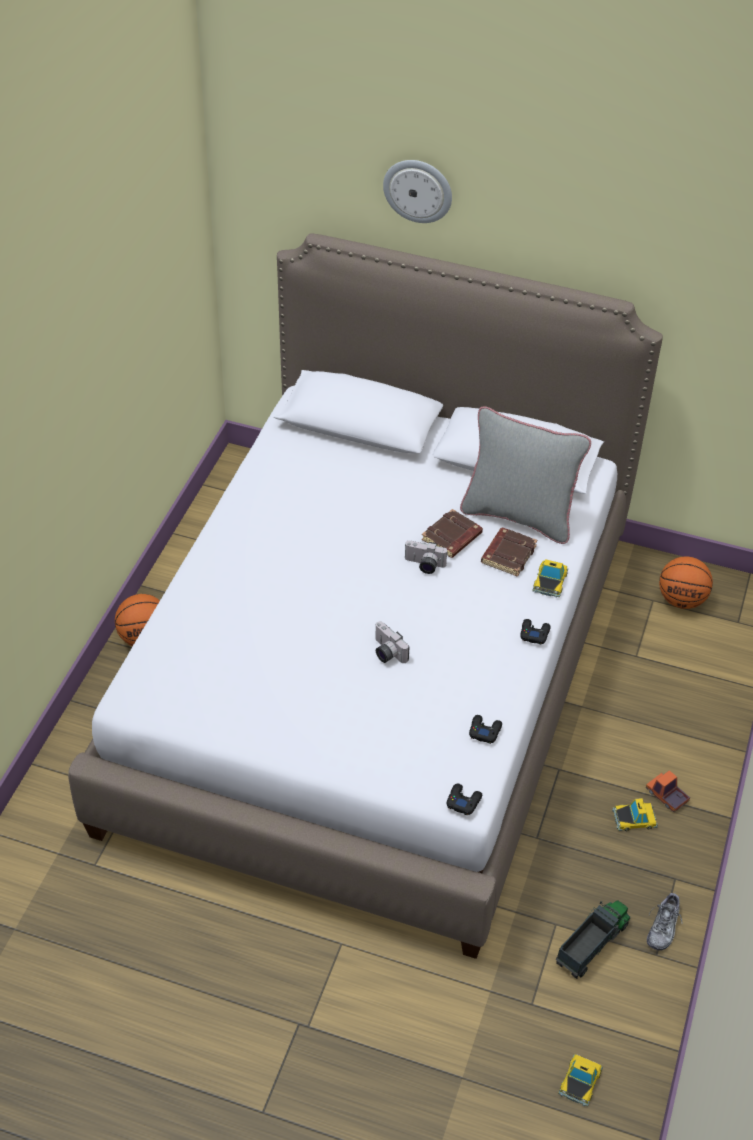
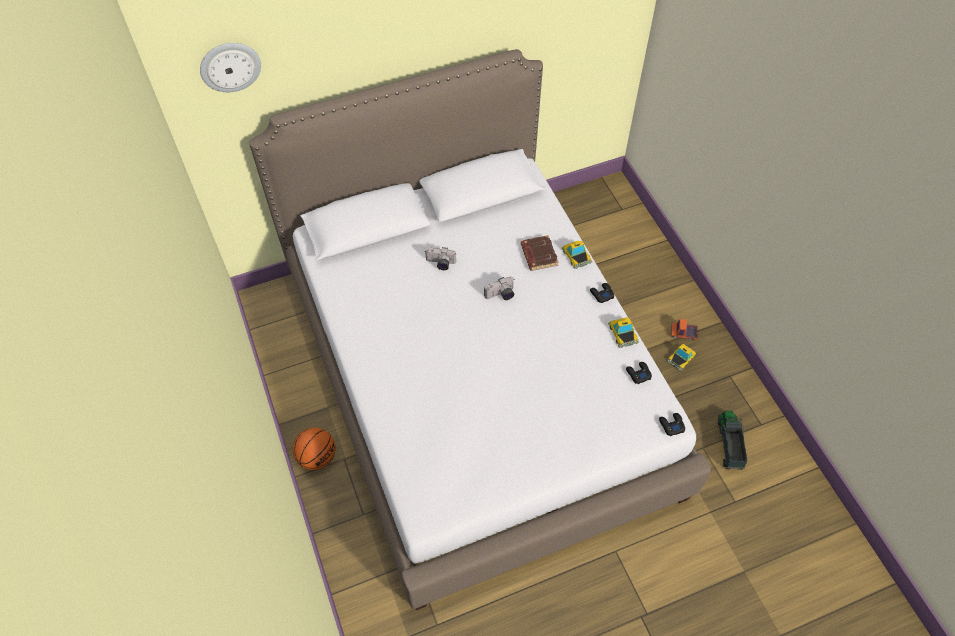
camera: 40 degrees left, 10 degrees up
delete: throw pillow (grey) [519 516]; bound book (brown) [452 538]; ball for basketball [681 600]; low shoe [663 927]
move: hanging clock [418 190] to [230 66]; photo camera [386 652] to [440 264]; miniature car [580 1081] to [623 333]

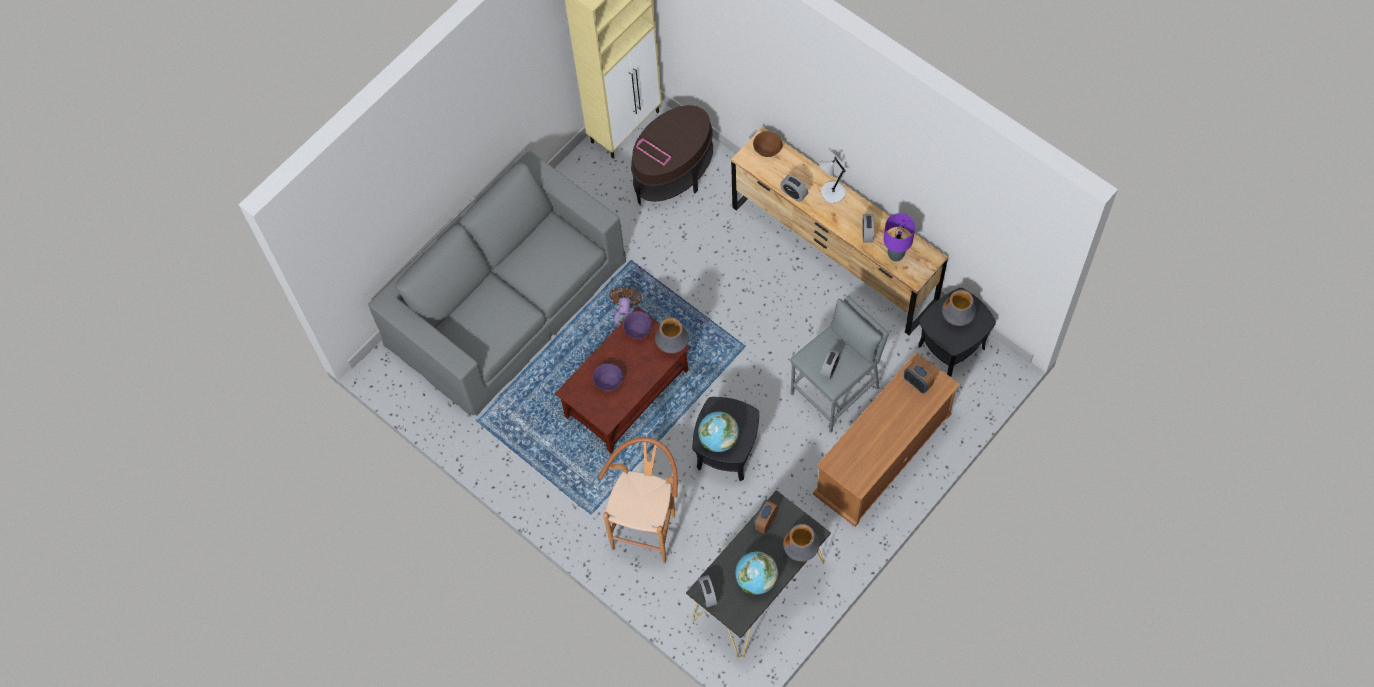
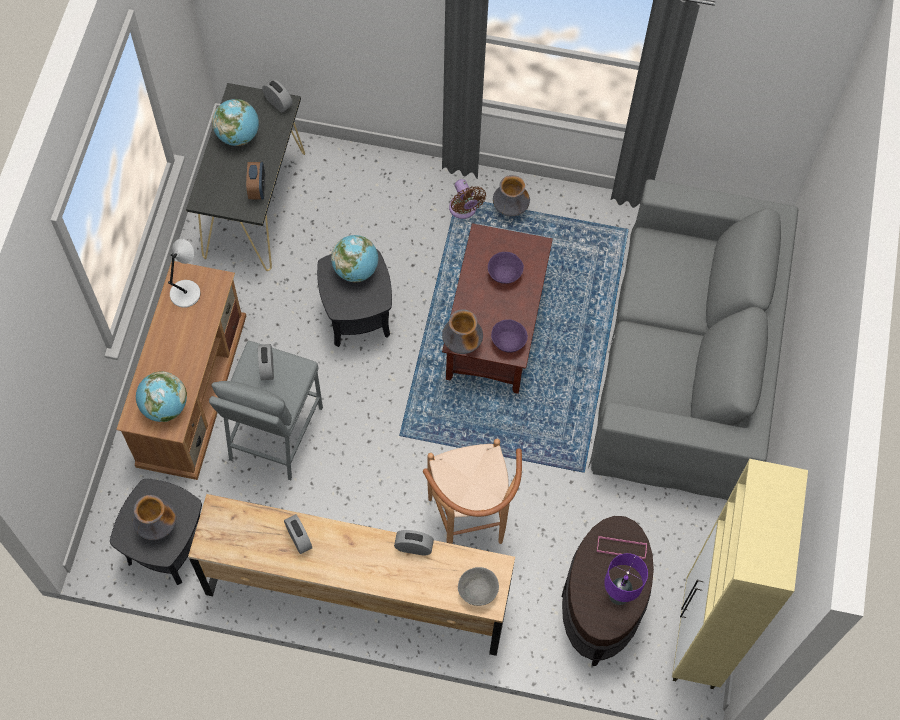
camera: 145 degrees right, 0 degrees up
move: tabletop lamp (grey) [831 193] to [186 292]; tabletop lamp (purple-coloured) [895 255] to [618 595]; electric fan (brown) [626 315] to [464 210]; stool seat (brown) [647 526] to [469 527]; vase [801 549] to [510 209]
replace: alarm clock [917 383] to desk globe [164 407]
recolor: deep dish (brown) [767 150] to deep dish (grey) [478 590]

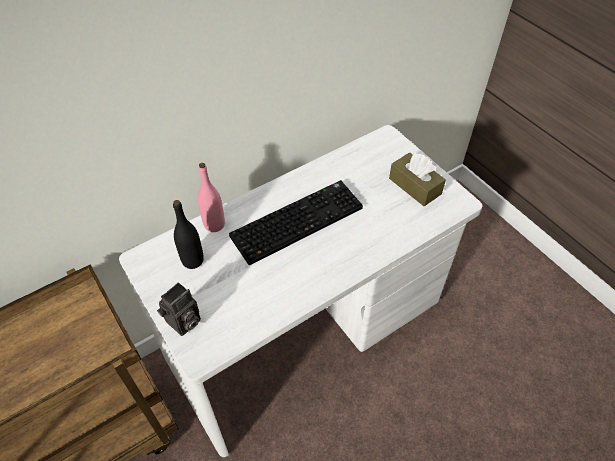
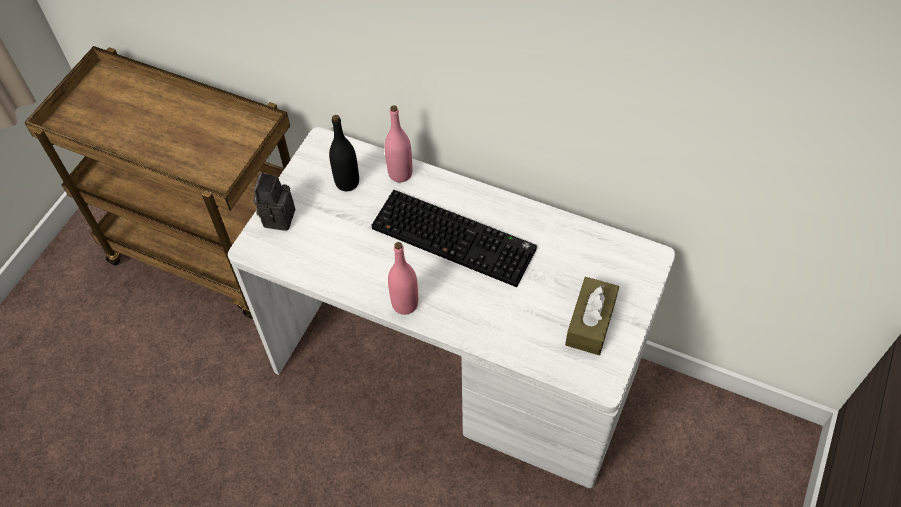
camera: 60 degrees right, 5 degrees up
insert: drink bottle (pink-coloured) [405 304]
rotate: photo camera [183 323] = [277 216] 90 degrees clockwise

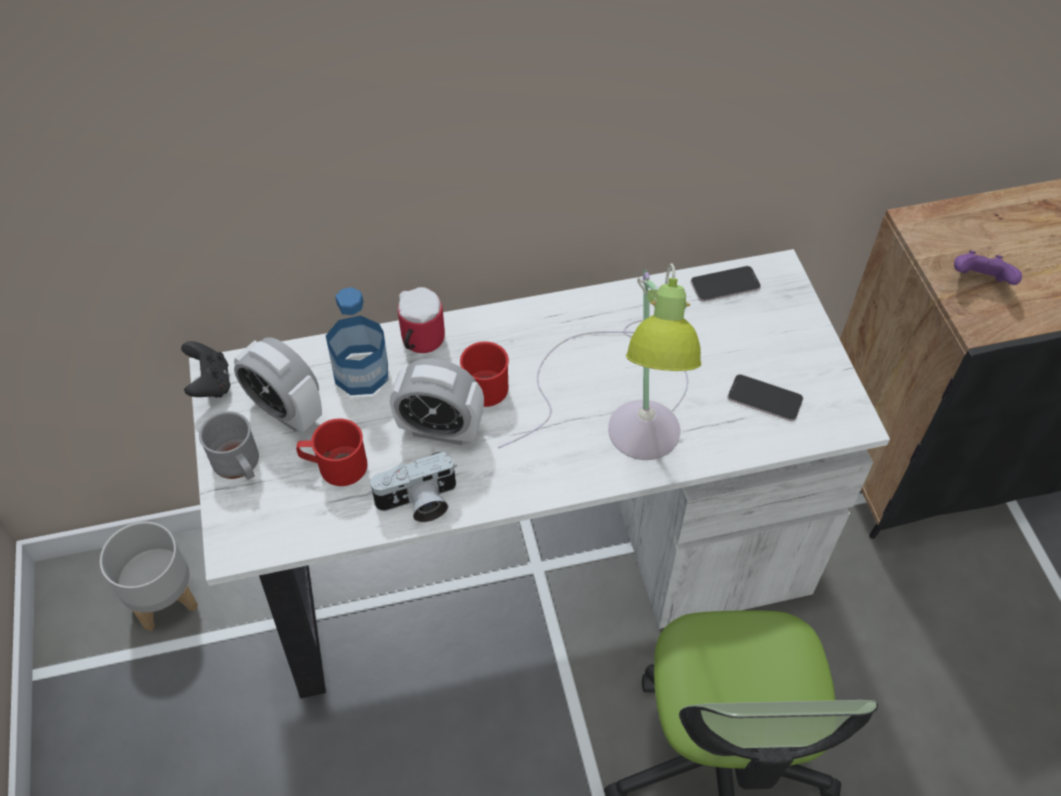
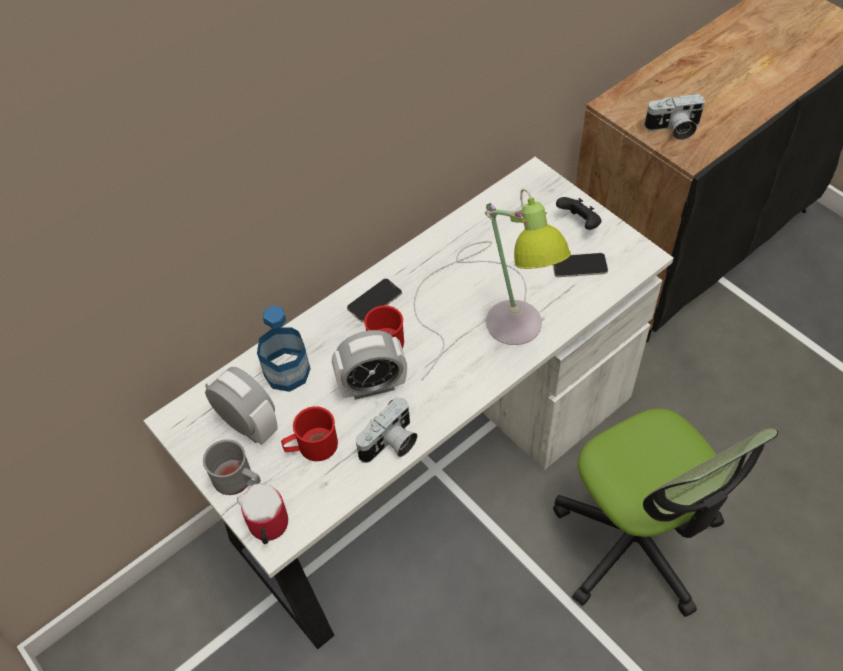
camera: 25 degrees left, 0 degrees up
delete: plant pot (grey) [164 597]
move: handset [725 284] to [374 300]; tea mug [418 341] to [266 529]; game controller (blackish) [210 384] to [579 223]
replace: game controller (purple-coloured) [979 282] to photo camera [673 129]
rotate: alarm clock [286 411] = [248 424] 150 degrees counterclockwise

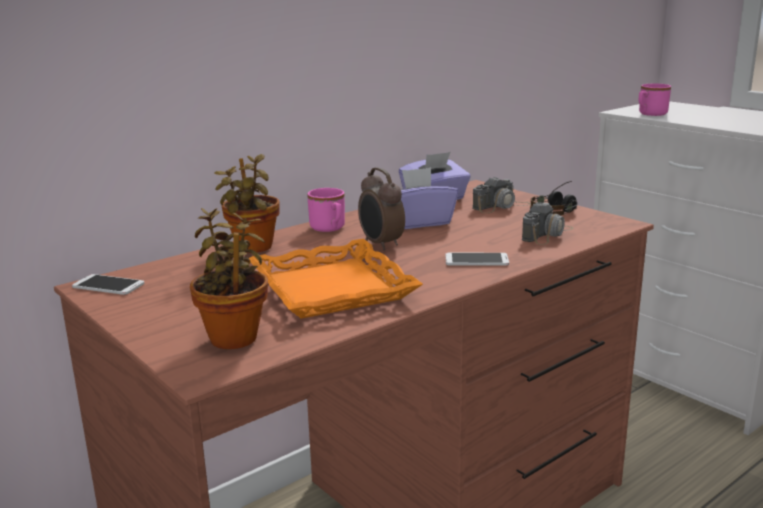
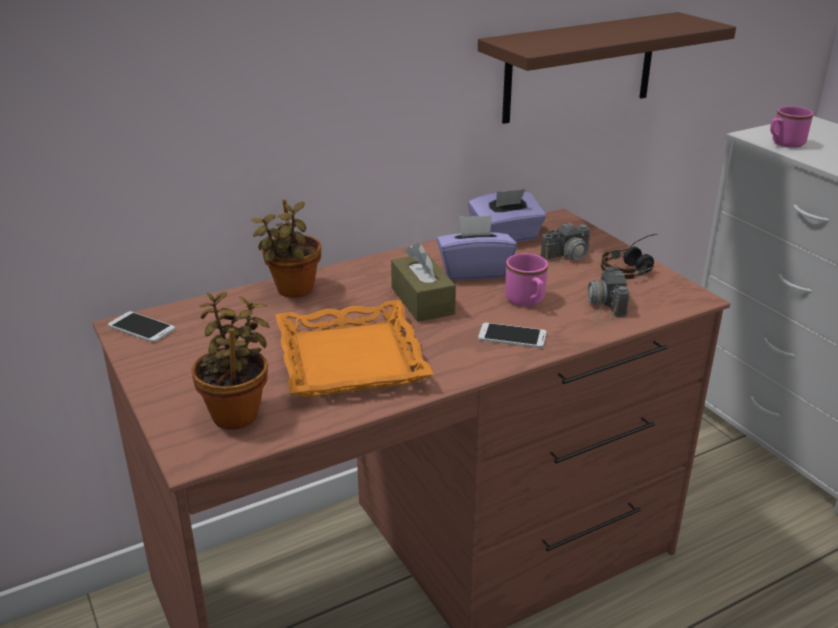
camera: 10 degrees right, 10 degrees up
insert: bracket shelf (brown) [580 67]
move: tea mug (pink-coloured) [329 229] to [527 301]
replace: alarm clock [380 244] to tissue holder (brown) [422 301]
rotate: photo camera [547 234] = [605 305] 135 degrees clockwise

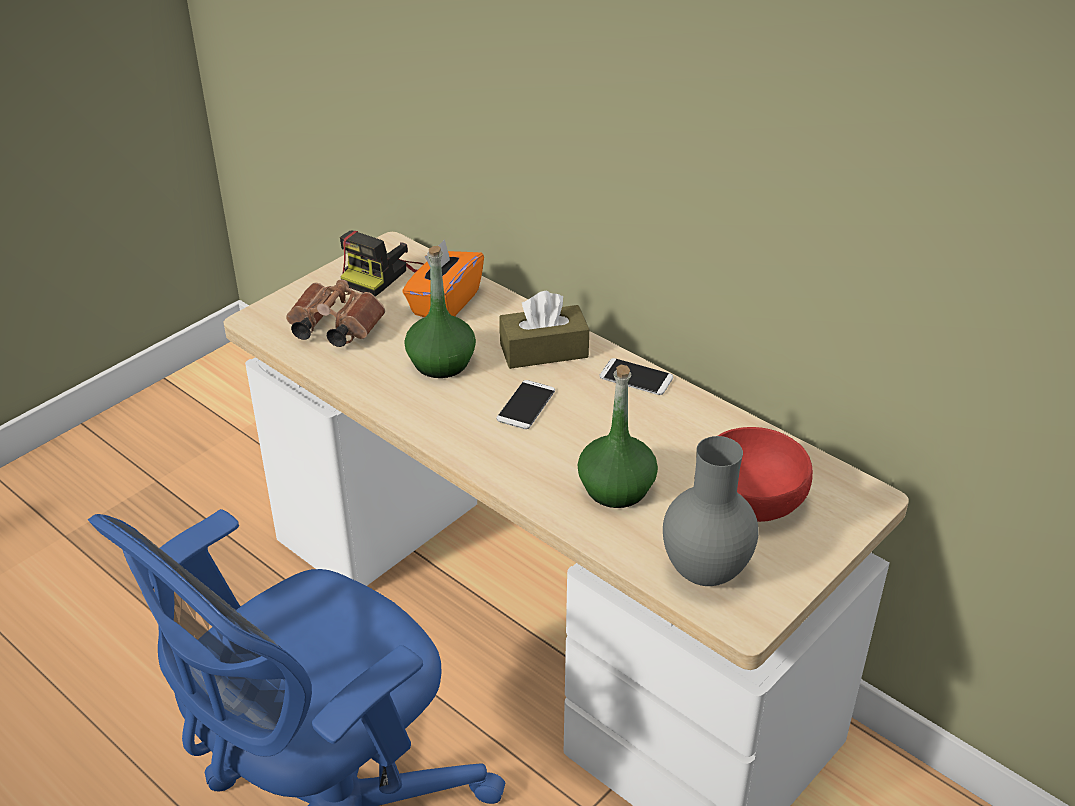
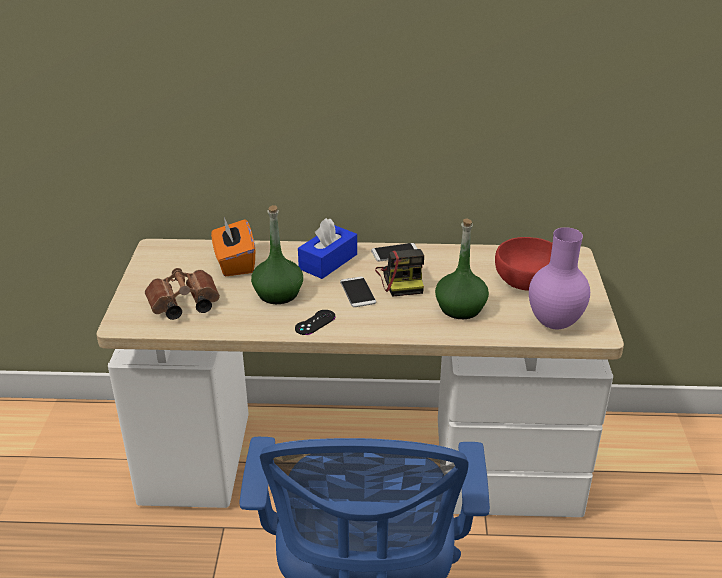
camera: 40 degrees left, 5 degrees down
insert: game controller (blackish) [315 322]
move: photo camera [382 274] to [402 279]
recolor: tissue holder (brown) [544 350] to tissue holder (bluish) [328 262]; vase (grey) [705 571] to vase (purple-coloured) [553 323]

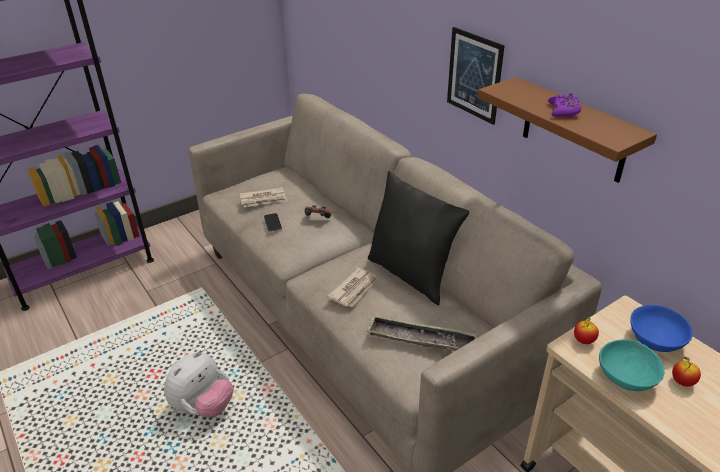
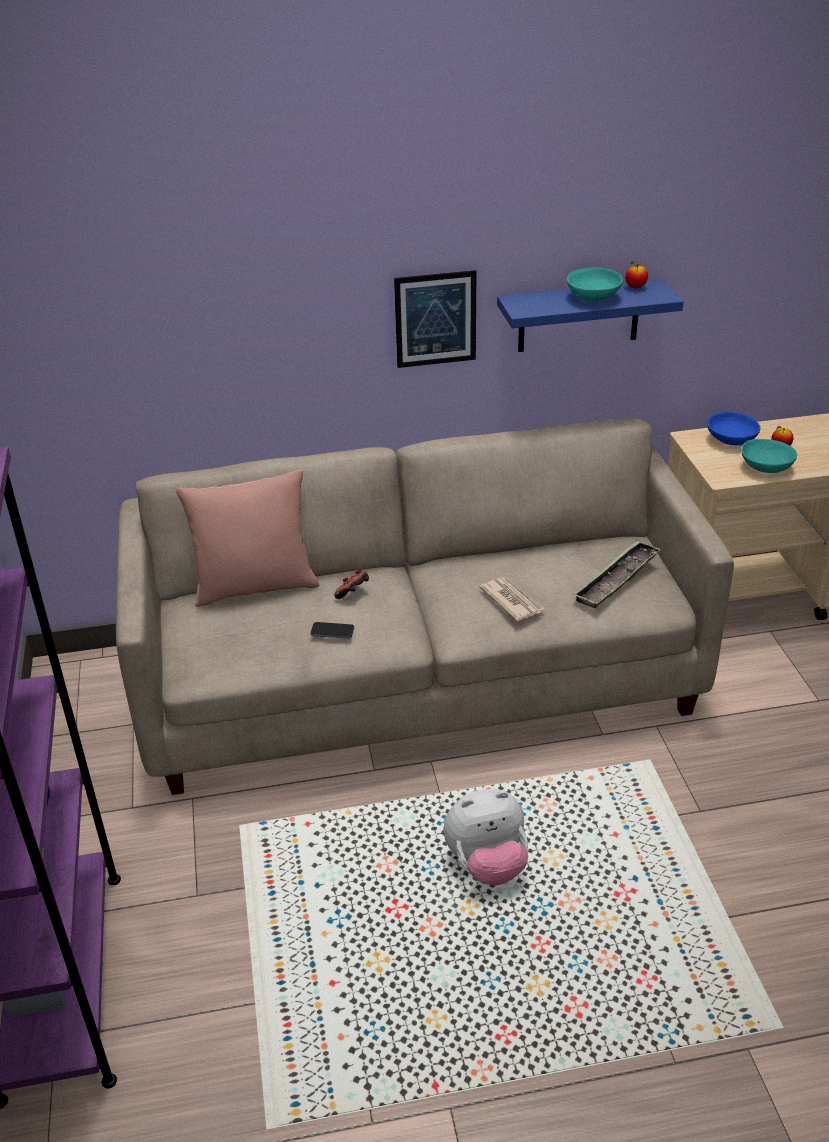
camera: 65 degrees left, 0 degrees up
delete: throw pillow (blackish) [411 274]; daily paper [263 199]
insert: throw pillow (pink-coloured) [255 587]
move: apple fruit [583 340] to [635 287]
replace: game controller (purple-coloured) [563 111] to deep dish (turquoise-coloured) [594 298]
recolor: bracket shelf (brown) [574 130] to bracket shelf (bluish) [578 316]
rotate: cuddly toy [203 406] = [487 864] 105 degrees clockwise

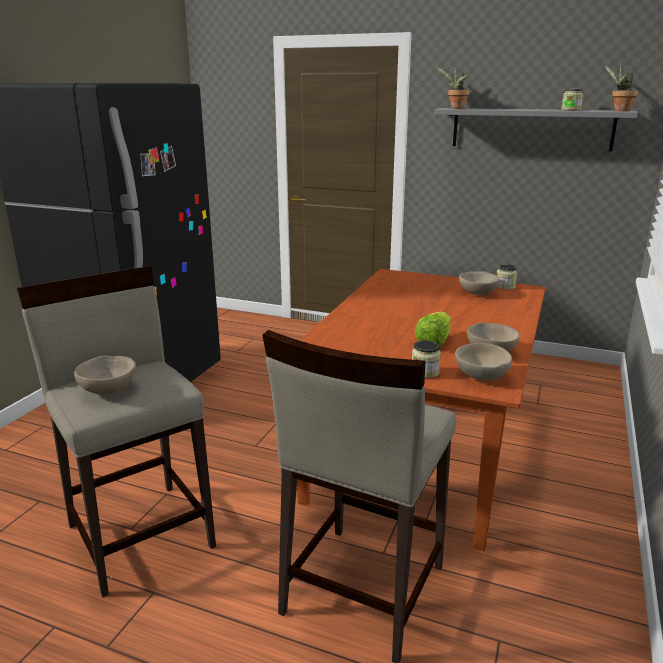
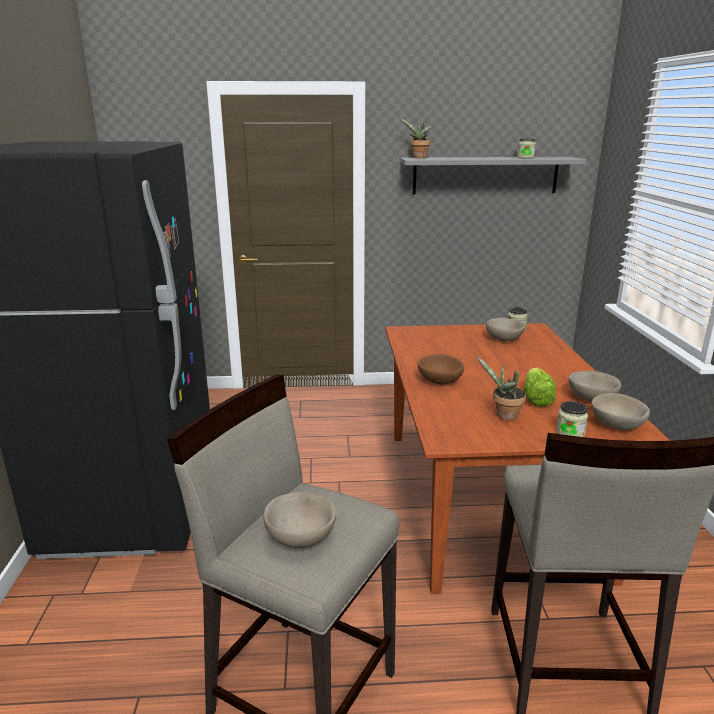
camera: 25 degrees left, 0 degrees up
insert: deep dish (brown) [439 381]
move: plant in a pot [619 110] to [504 416]

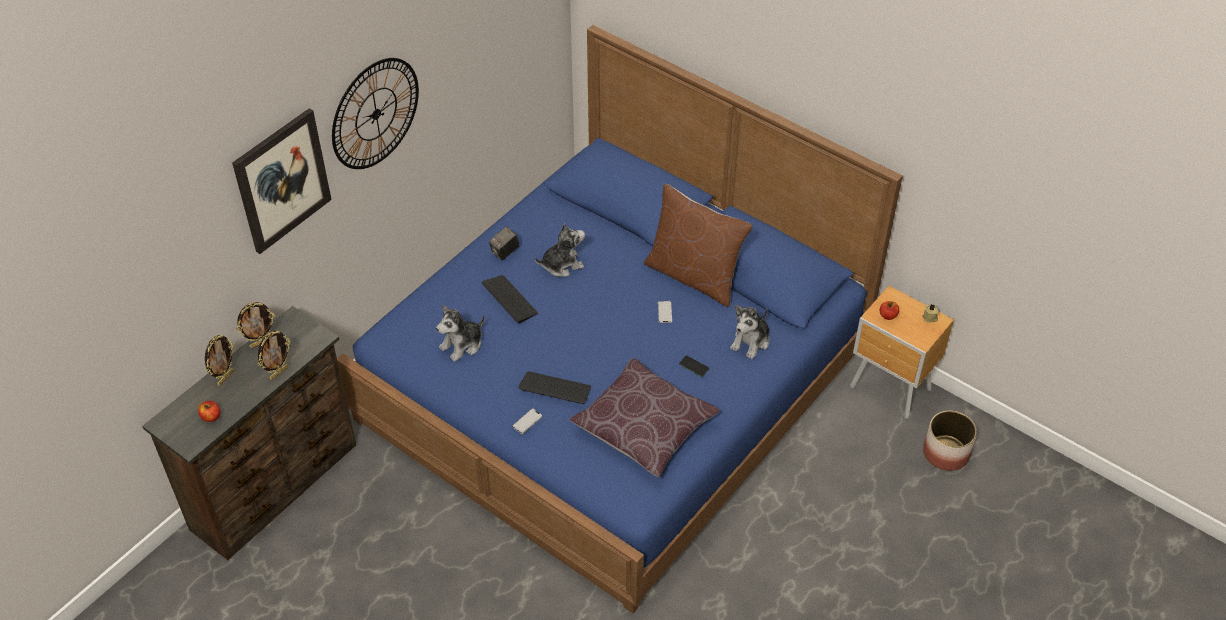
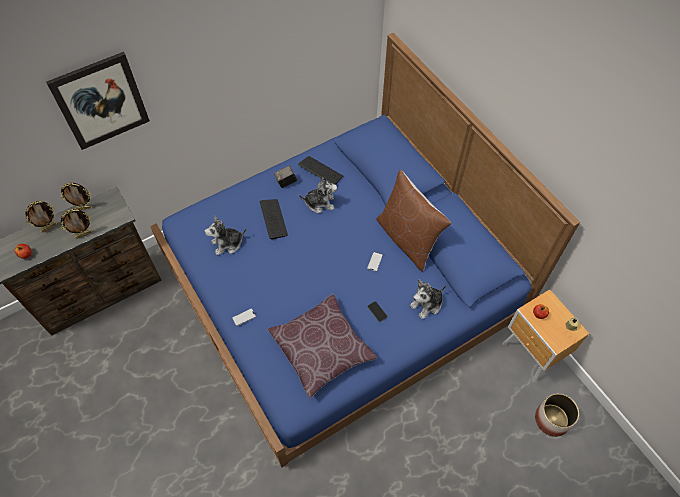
camera: 20 degrees right, 10 degrees up
delete: hanging clock [375 114]
move: keyboard [555 388] to [320 171]

